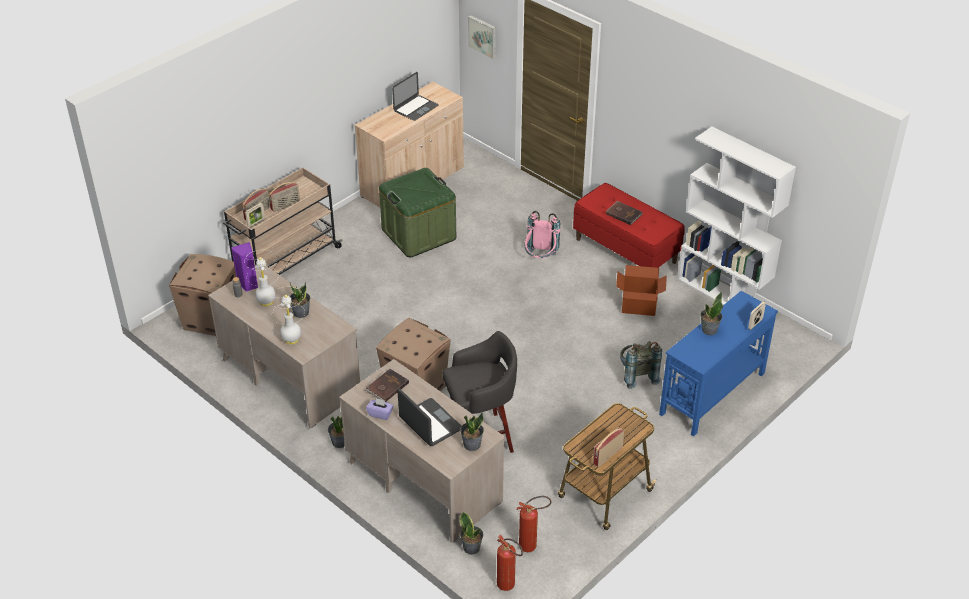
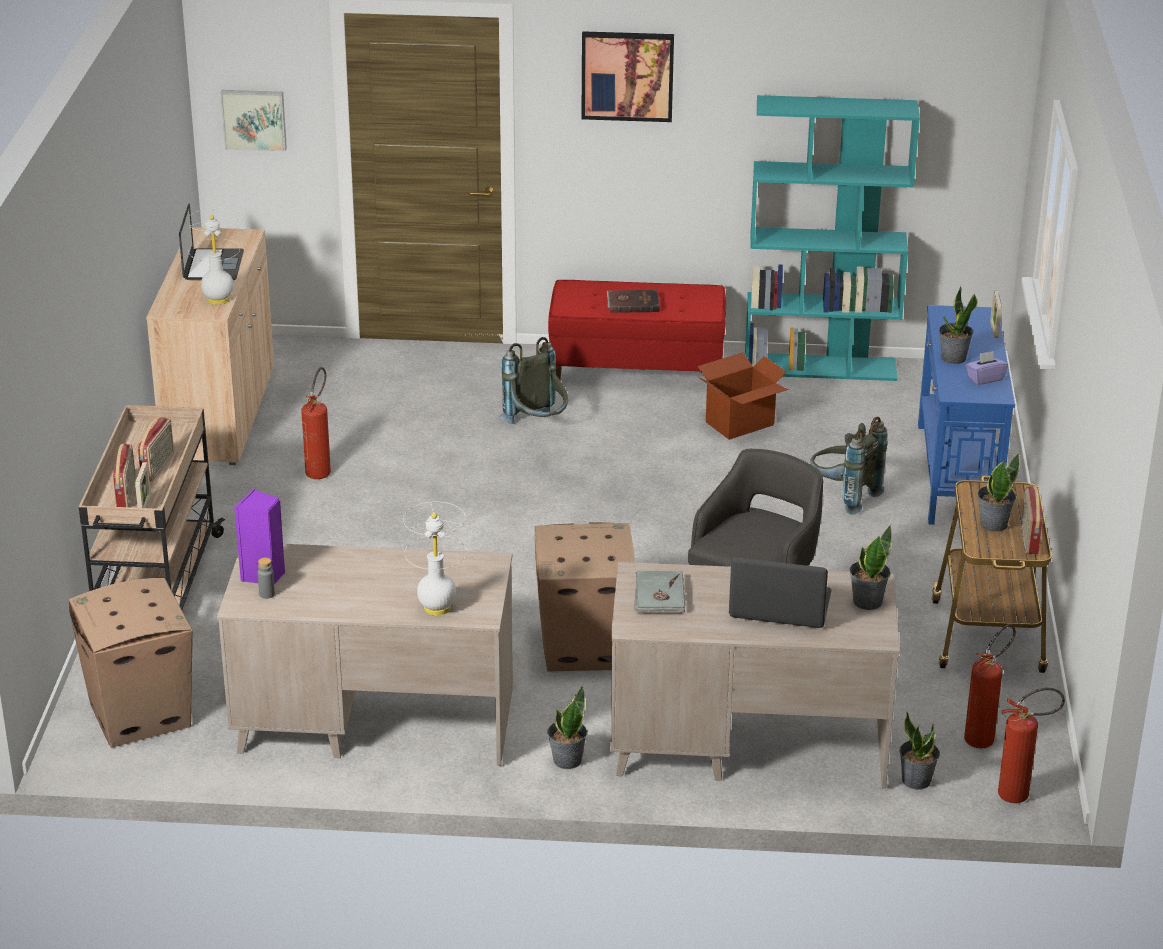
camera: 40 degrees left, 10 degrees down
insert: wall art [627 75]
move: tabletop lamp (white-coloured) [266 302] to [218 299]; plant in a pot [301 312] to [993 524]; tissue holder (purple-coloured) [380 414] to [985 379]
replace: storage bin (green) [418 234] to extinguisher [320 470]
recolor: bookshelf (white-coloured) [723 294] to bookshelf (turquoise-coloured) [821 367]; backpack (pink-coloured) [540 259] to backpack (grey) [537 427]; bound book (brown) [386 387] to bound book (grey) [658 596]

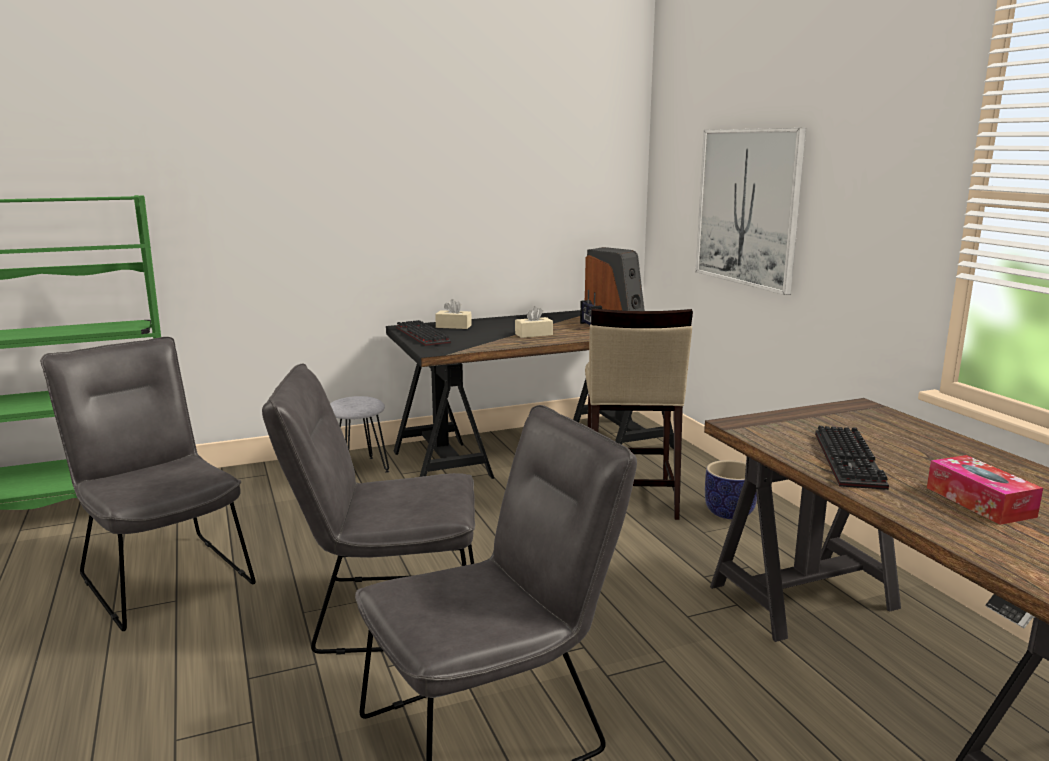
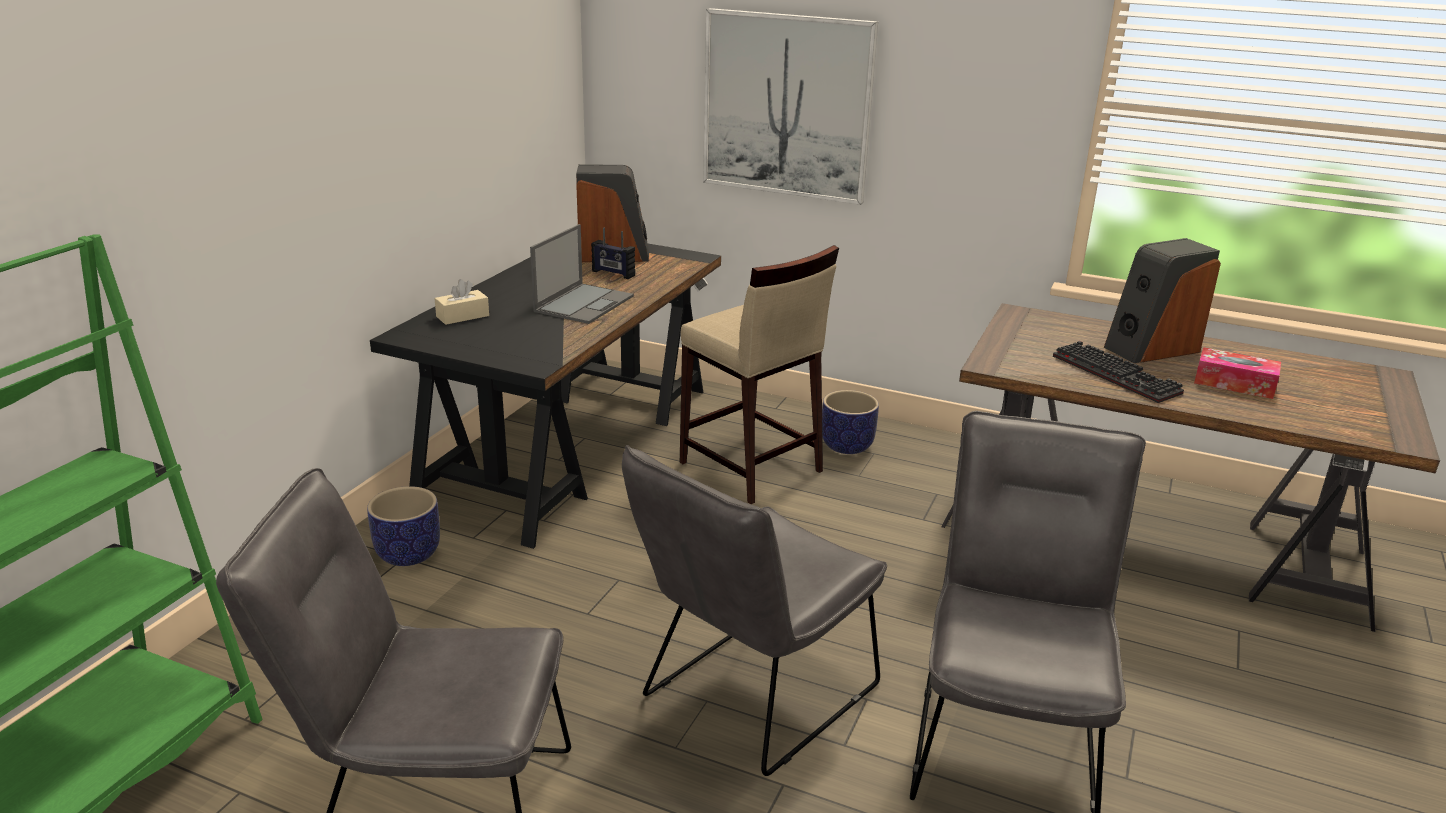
camera: 45 degrees left, 10 degrees up
delete: keyboard [420 336]
insert: speaker [1151 349]
replace: tissue holder (sand-coloured) [533 334] to laptop [584 303]; stool seat (grey) [359 469] to plant pot [409 553]

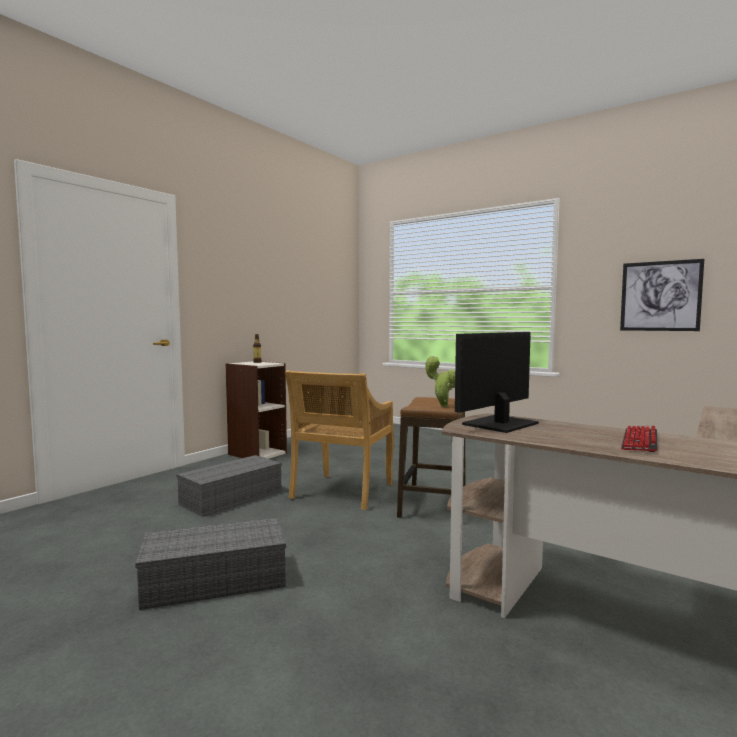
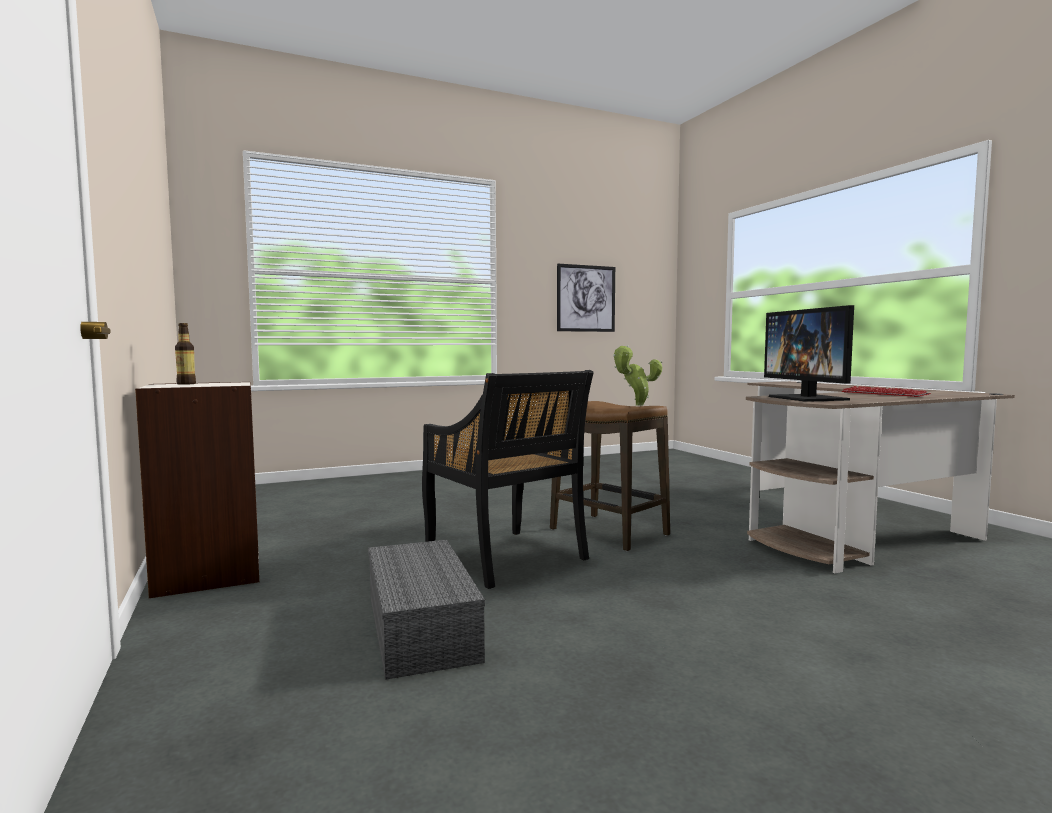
camera: 60 degrees left, 0 degrees up
delete: storage bin (grey) [217 579]
recolor: plain chair (sand-coloured) [342 492] to plain chair (blackish) [507 558]

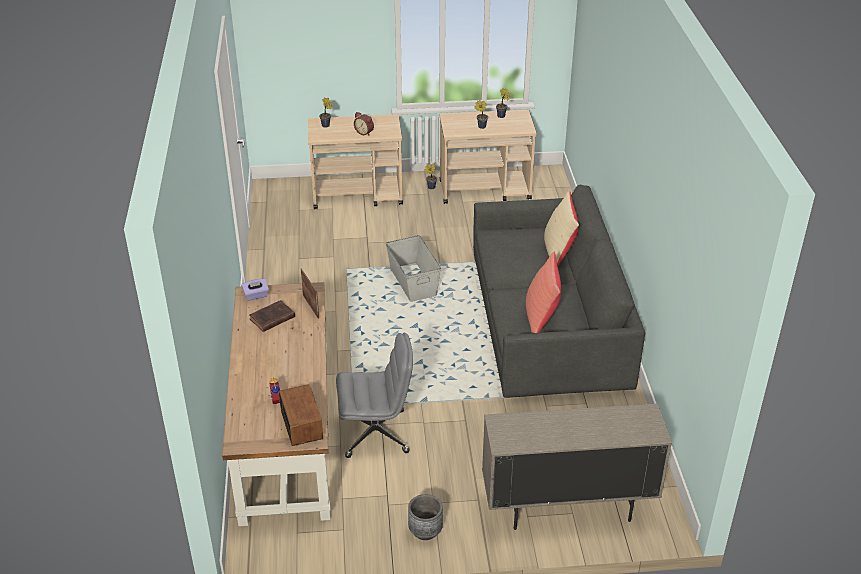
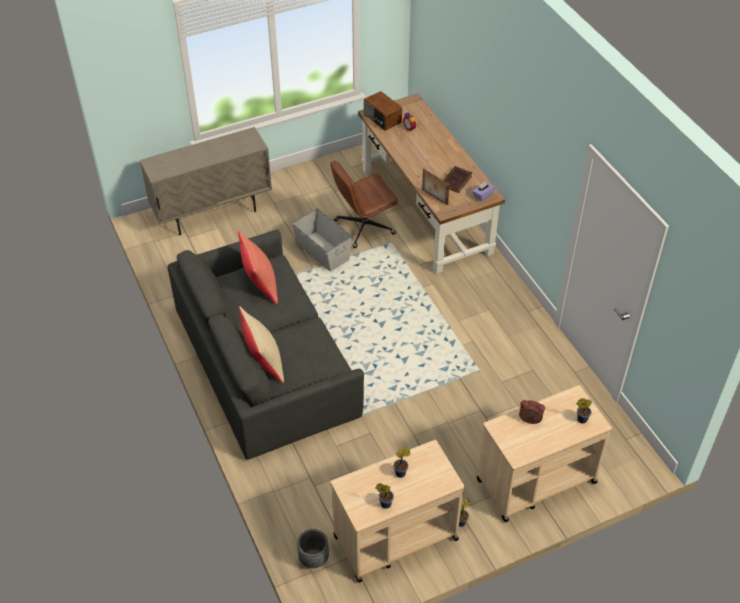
camera: 160 degrees right, 10 degrees up
move: storage bin (grey) [413 281] to [322 251]; plant pot (grey) [425 531] to [313 558]
recolor: desk chair (grey) [376 433] to desk chair (brown) [363 227]

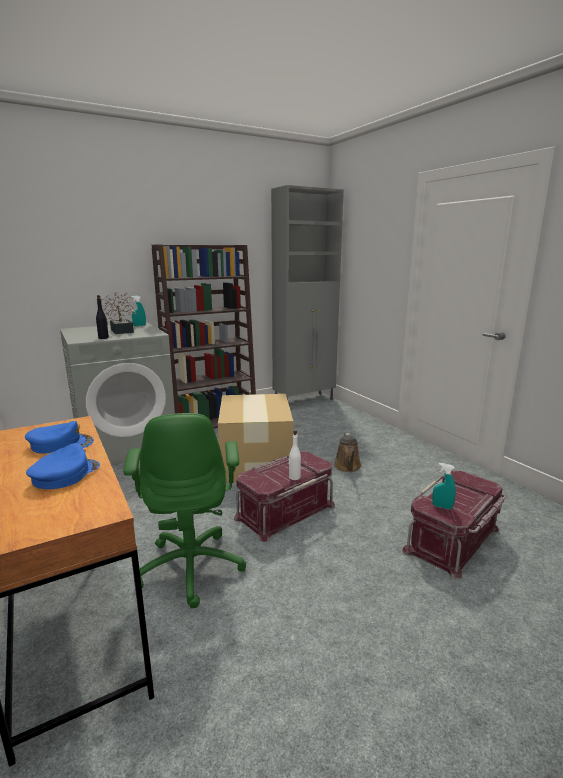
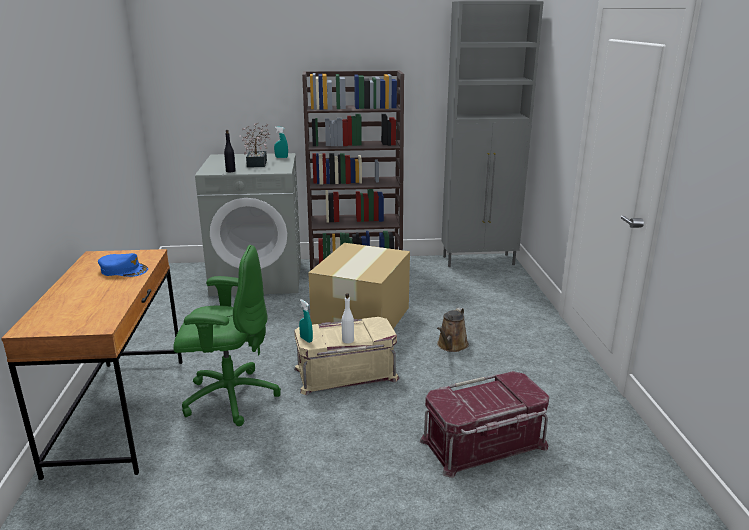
camera: 25 degrees right, 5 degrees up
delete: peaked cap (bluish) [65 474]
move: spray bottle (turquoise-coloured) [442 507] to [306 339]
recolor: storage bin (red) [284 511] to storage bin (sand-coloured) [345 373]
rotate: desk chair (green) [191 566] = [229 397] 105 degrees counterclockwise

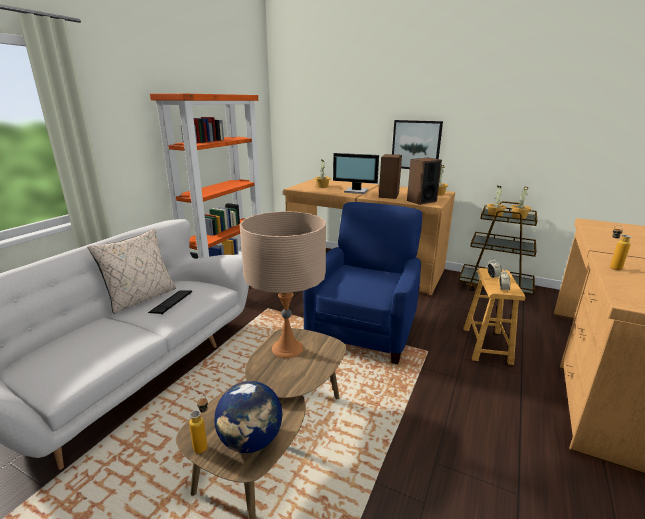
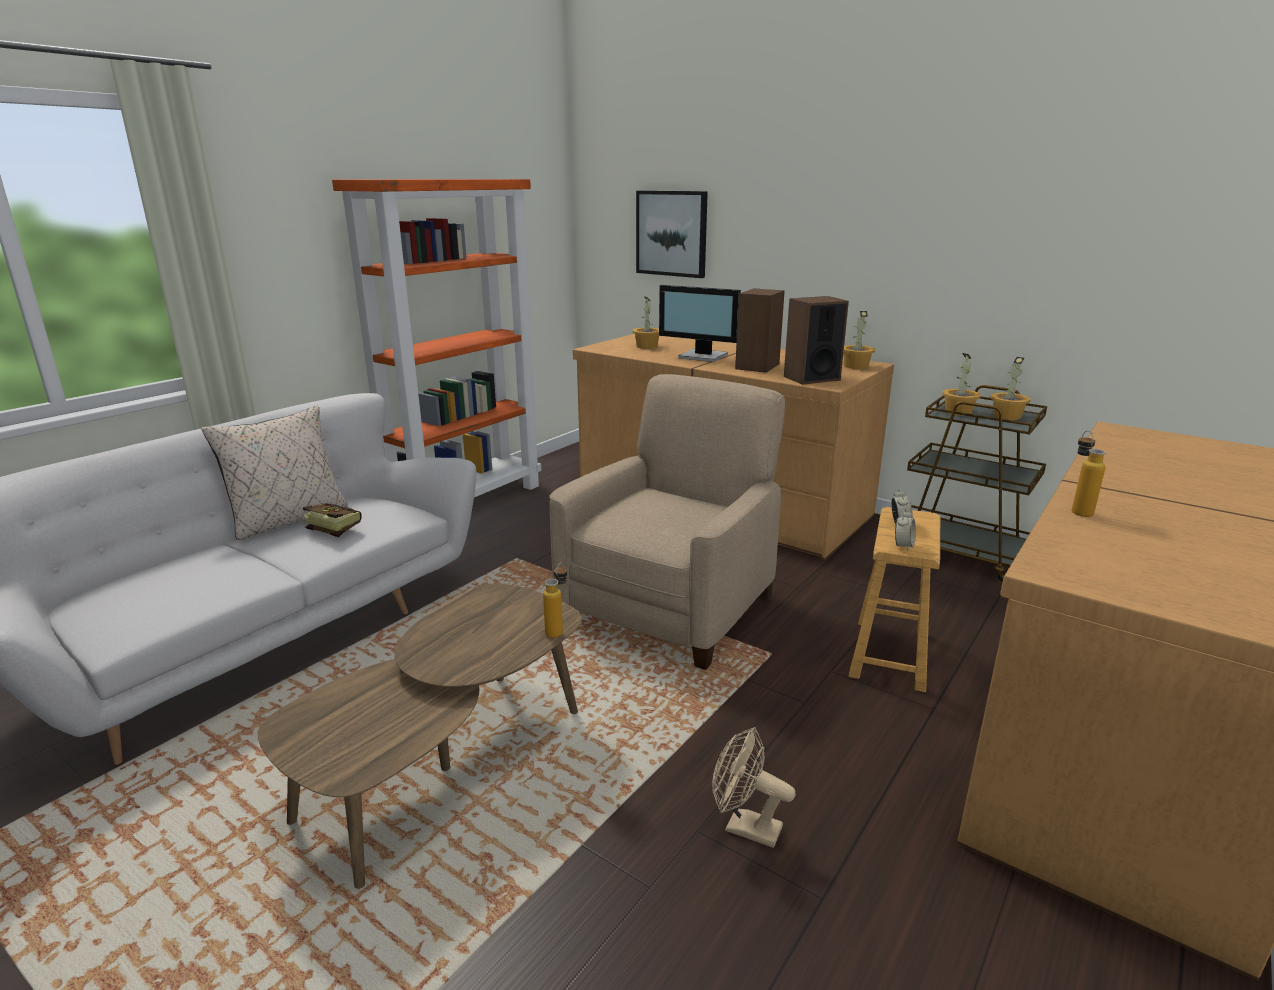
camera: 10 degrees right, 0 degrees up
delete: tabletop lamp (sand-coloured) [287 348]; desk globe [251 441]
insert: electric fan (sand-coloured) [744 827]
move: wall art [416 145] to [672 233]; drink bottle [203 444] to [558 630]
replace: keyboard [171 302] to bound book [330 530]
recolor: lounge chair (bluish) [363 329] to lounge chair (sand-coloured) [670 607]

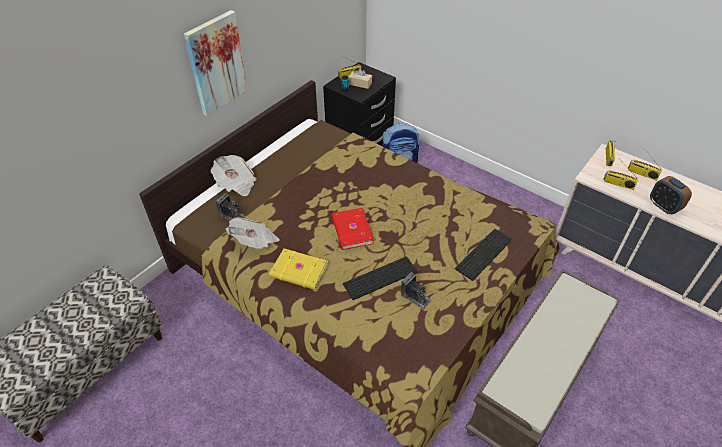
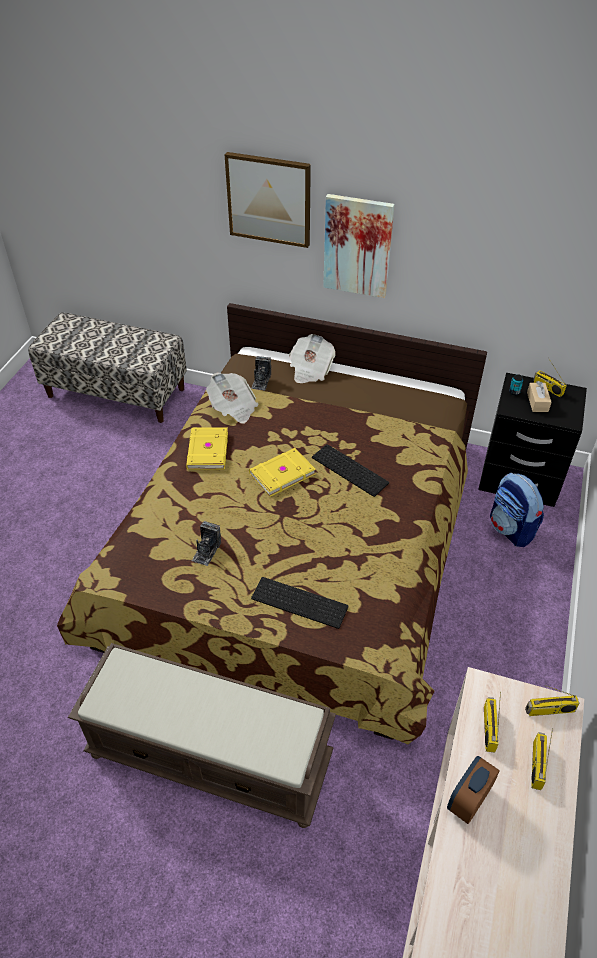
camera: 70 degrees right, 0 degrees up
insert: wall art [269 199]
move: keyboard [380 276] to [351 470]
recolor: bound book (red) [351 231] to bound book (yellowish) [281 473]

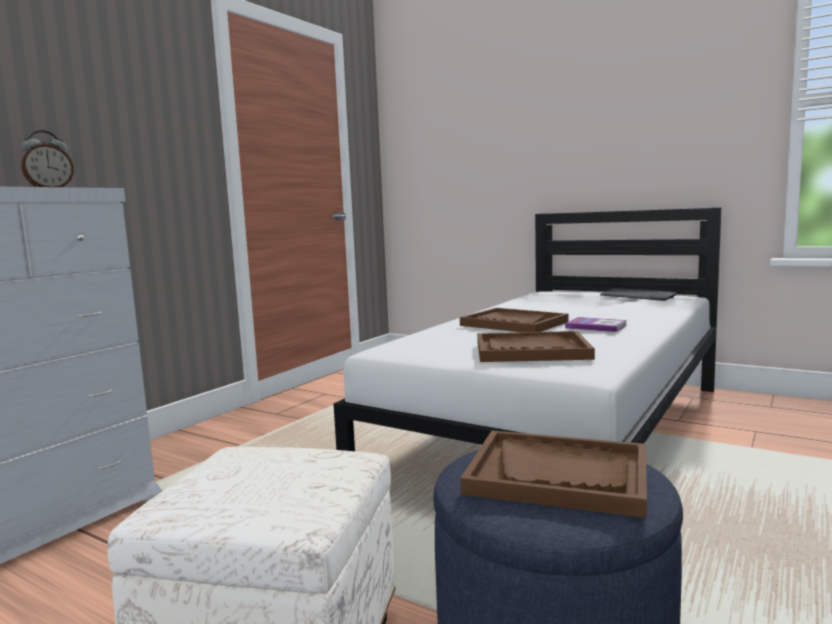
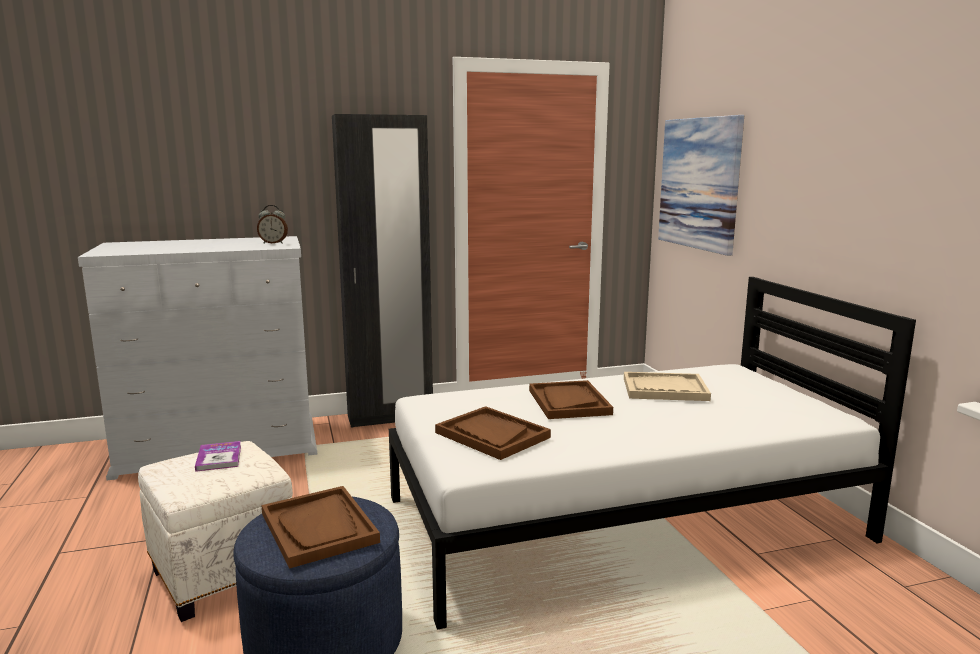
camera: 40 degrees right, 5 degrees up
delete: keyboard [637 296]
insert: wardrobe (blackish) [390 417]; wall art [699 183]; tray (sand-coloured) [664 389]
move: bound book [596 326] to [219 458]

